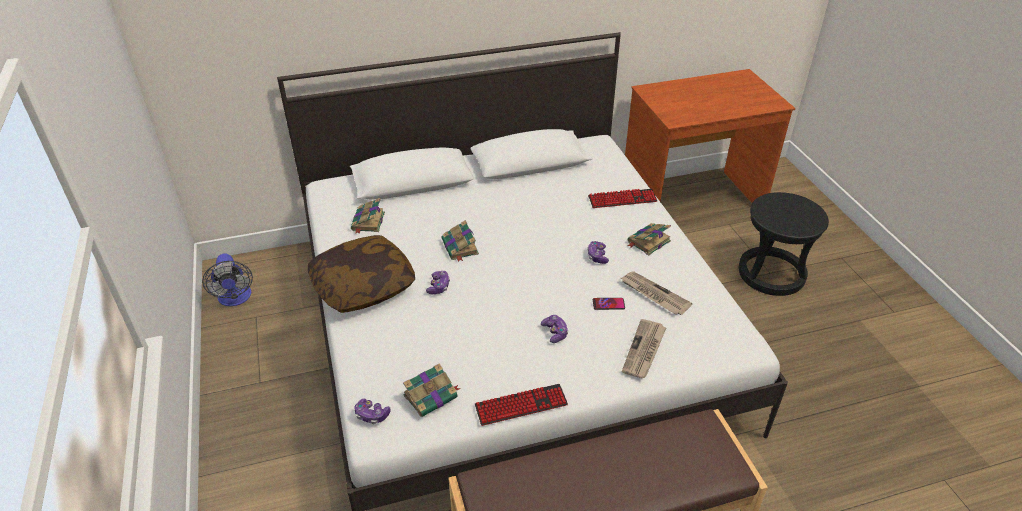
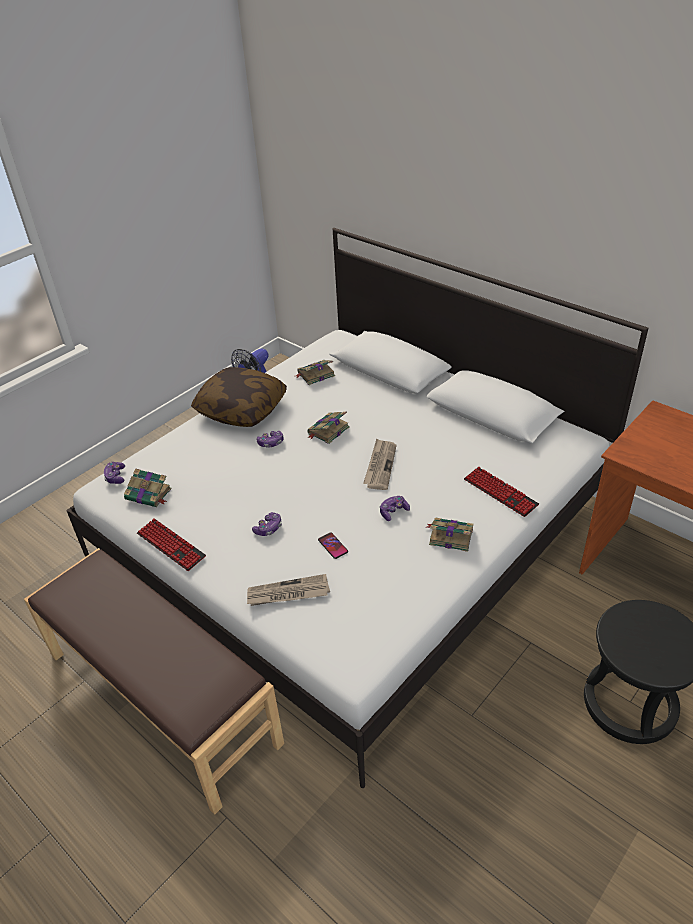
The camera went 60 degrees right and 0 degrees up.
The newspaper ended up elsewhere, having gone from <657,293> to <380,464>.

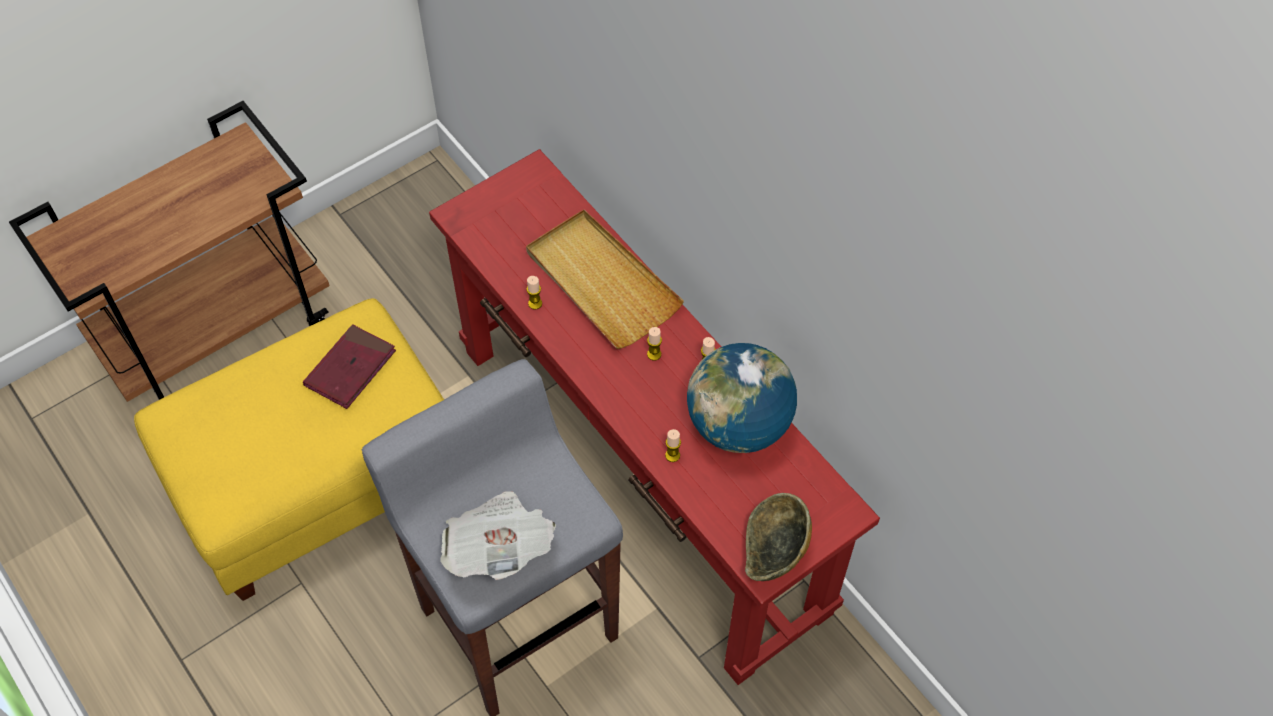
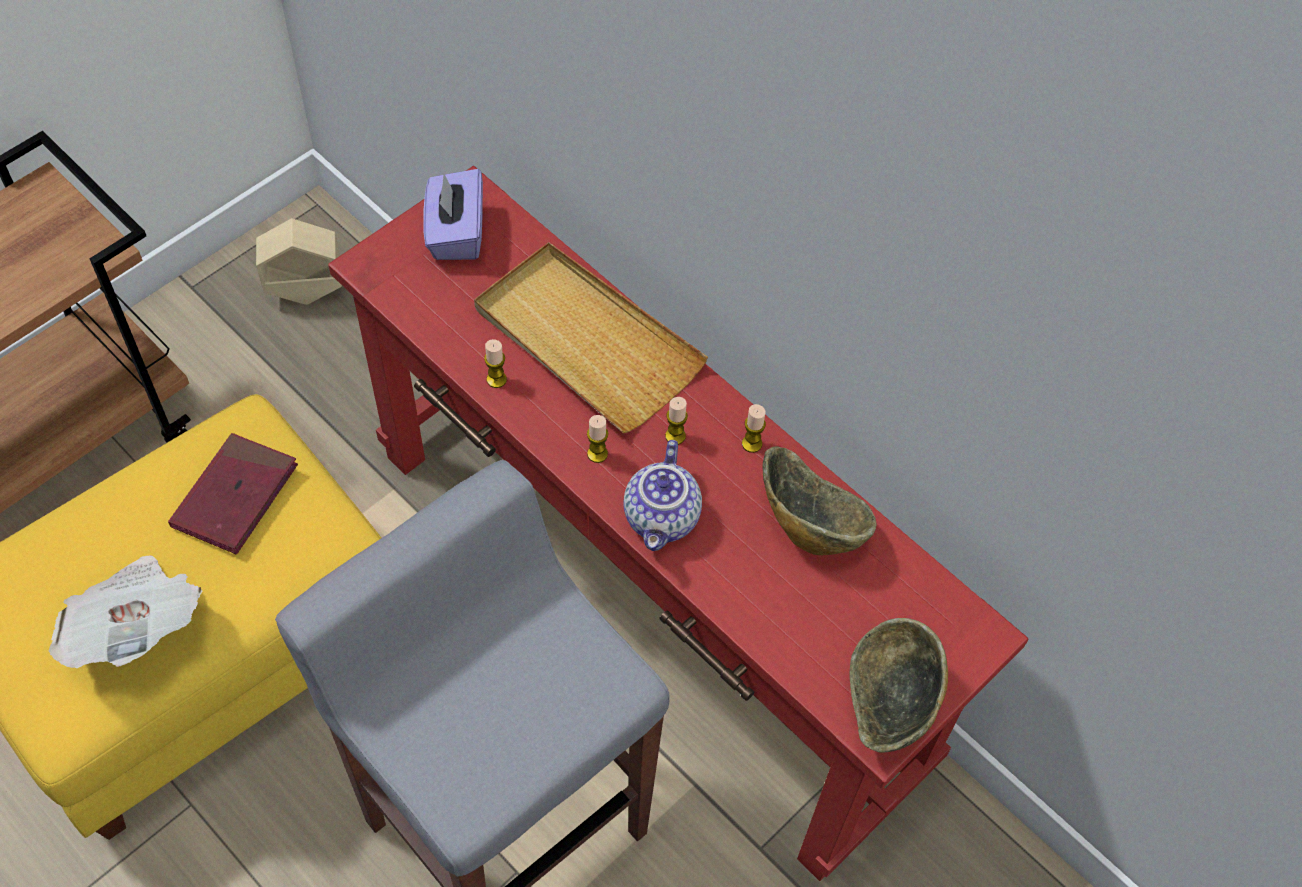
The camera went 10 degrees left and 0 degrees up.
The newspaper ended up elsewhere, having gone from <498,535> to <126,611>.
The candle ended up elsewhere, having gone from <673,445> to <597,439>.
Where the globe stood at <742,398>, the bowl came to stand at <819,501>.
The second view gained the planter (beige) at <299,261>.
The second view gained the tissue box (purple) at <453,214>.
The second view gained the teapot at <663,495>.

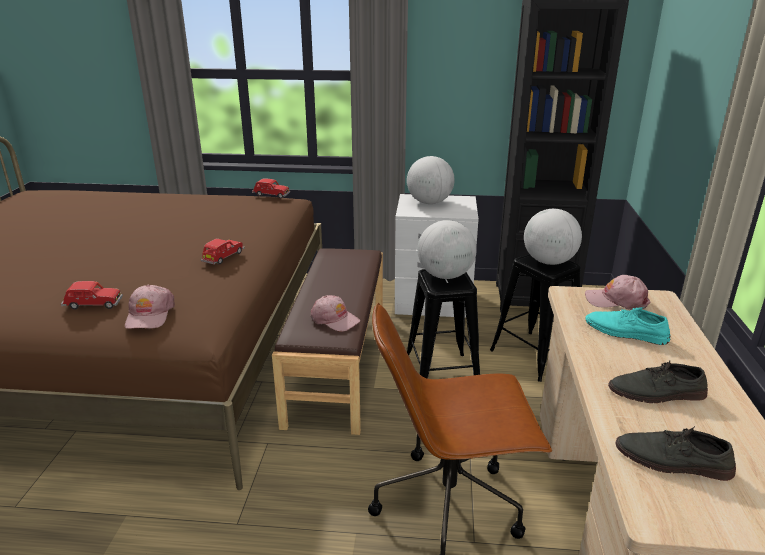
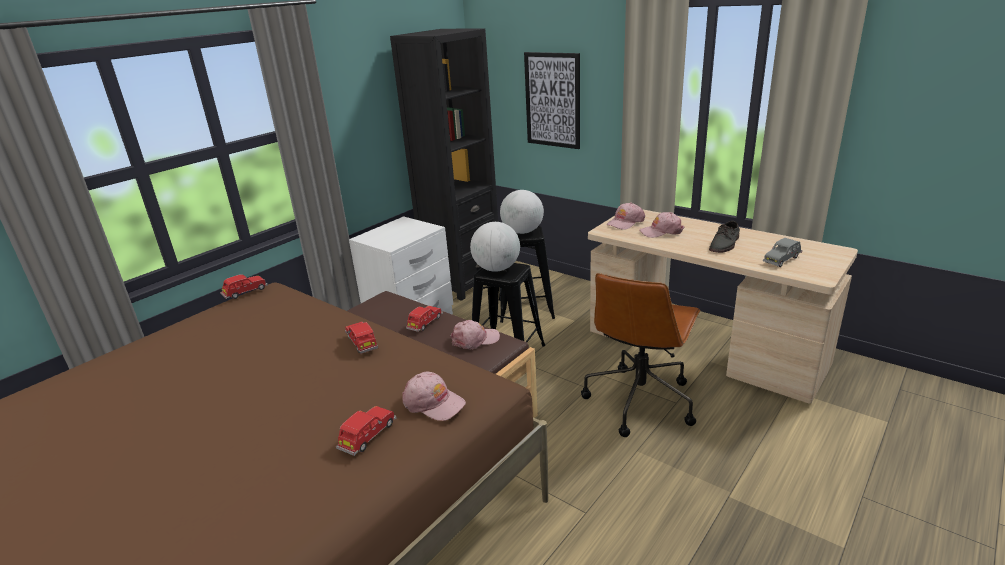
The camera went 55 degrees left and 0 degrees up.
The second view lost the globe at <431,180>.
Where the shoe (turquoise) stood at <627,326>, the cap (pink) came to stand at <662,225>.
Where the shoe (grey) stood at <675,453>, the toy car (grey) came to stand at <782,252>.
The second view gained the toy car (red) at <424,319>.
The second view gained the picture at <552,100>.

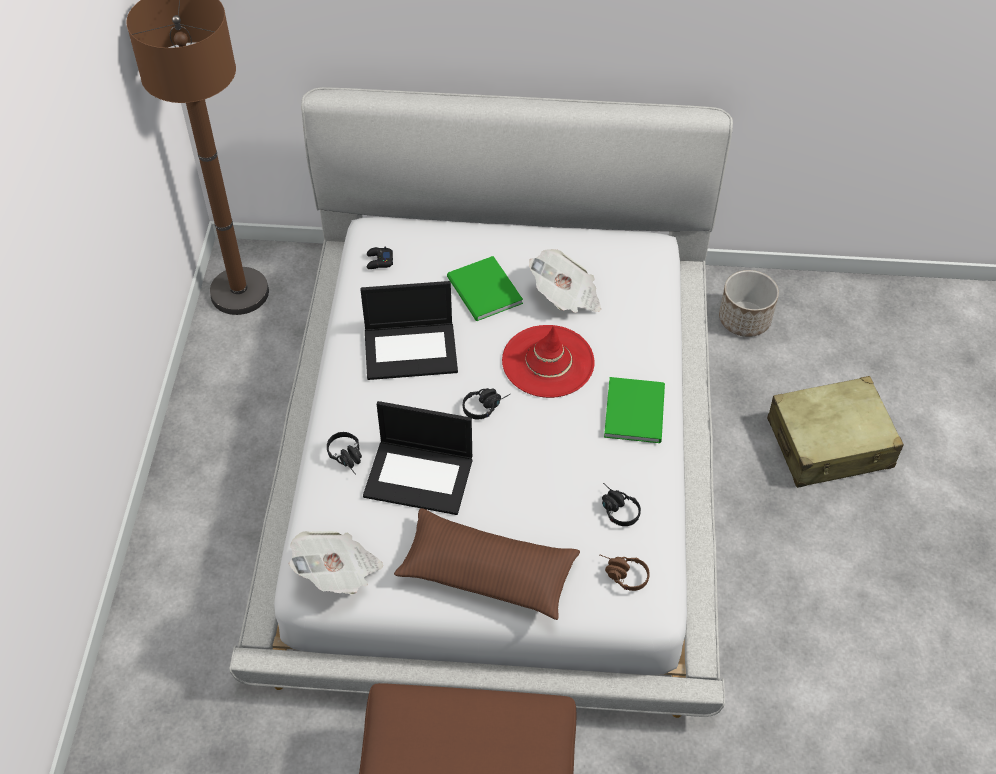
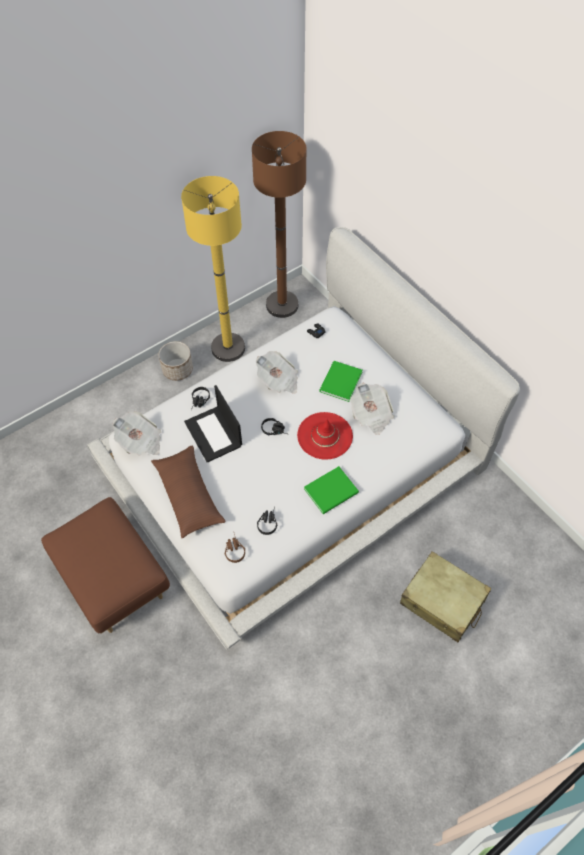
The camera went 50 degrees right and 5 degrees up.
Where the laptop stood at <409,330>, the newspaper came to stand at <277,372>.
The planter ended up elsewhere, having gone from <749,303> to <175,361>.
The second view gained the floor lamp (yellow) at <213,269>.

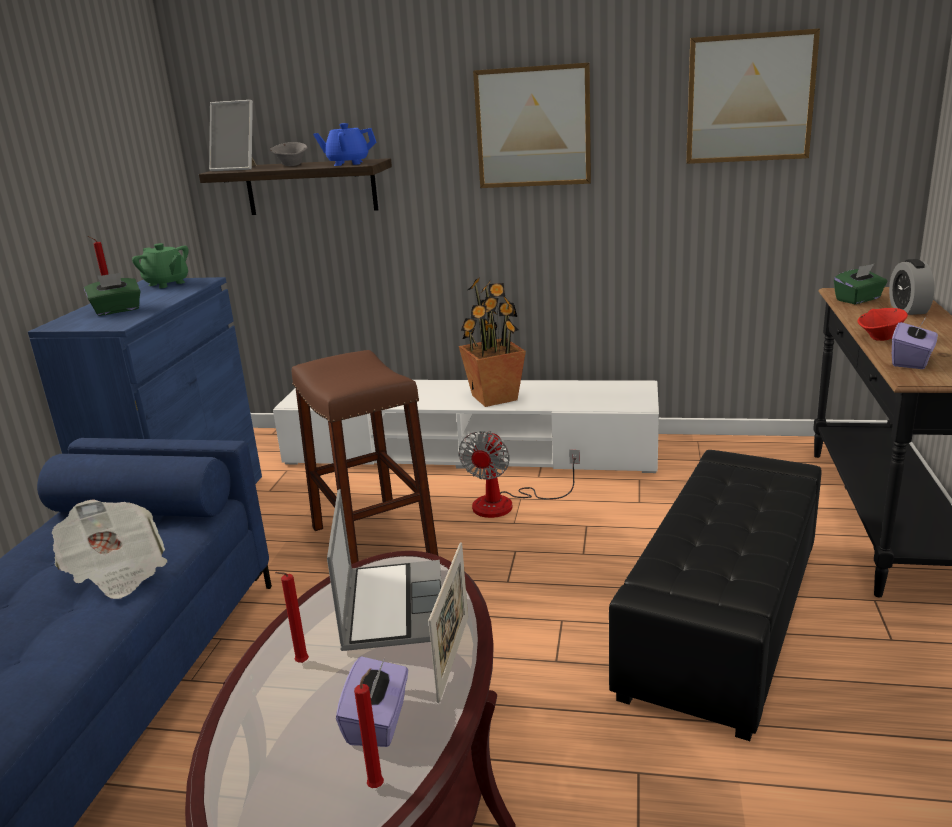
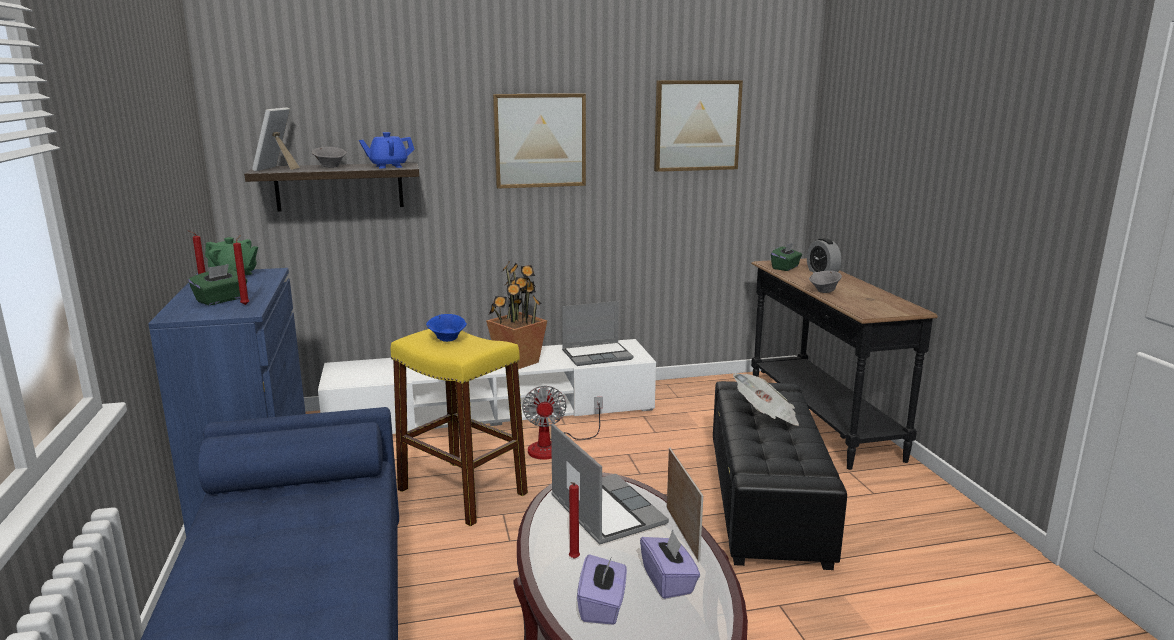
The camera went 25 degrees left and 5 degrees down.
The newspaper ended up elsewhere, having gone from <109,549> to <766,399>.
The picture frame at <233,135> ended up facing another way, 105 degrees clockwise from before.
What was the stool (brown) at <365,457> turned into the stool (yellow) at <459,427>.
The candle (red) ended up elsewhere, having gone from <369,728> to <241,270>.
What was the bowl (red) at <883,324> turned into the bowl (grey) at <825,282>.
The tissue box (purple) ended up elsewhere, having gone from <915,342> to <602,589>.
The second view gained the bowl (blue) at <446,328>.
The second view gained the laptop at <597,333>.

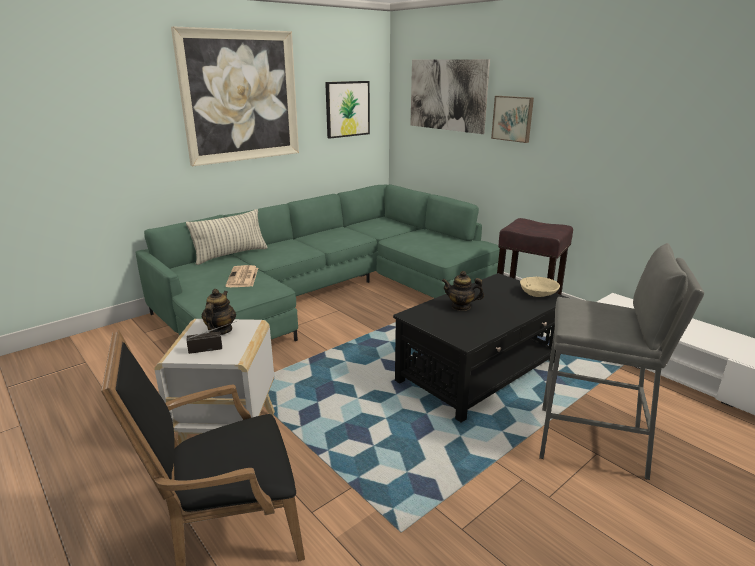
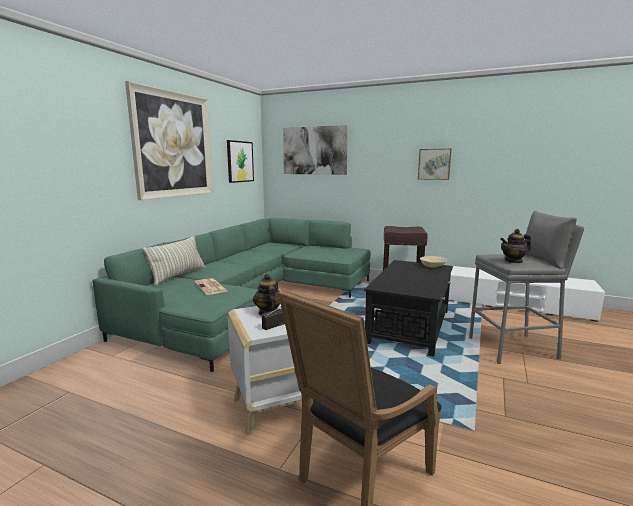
The camera went 25 degrees left and 10 degrees down.
The teapot ended up elsewhere, having gone from <463,291> to <515,246>.
The picture ended up elsewhere, having gone from <512,119> to <434,164>.

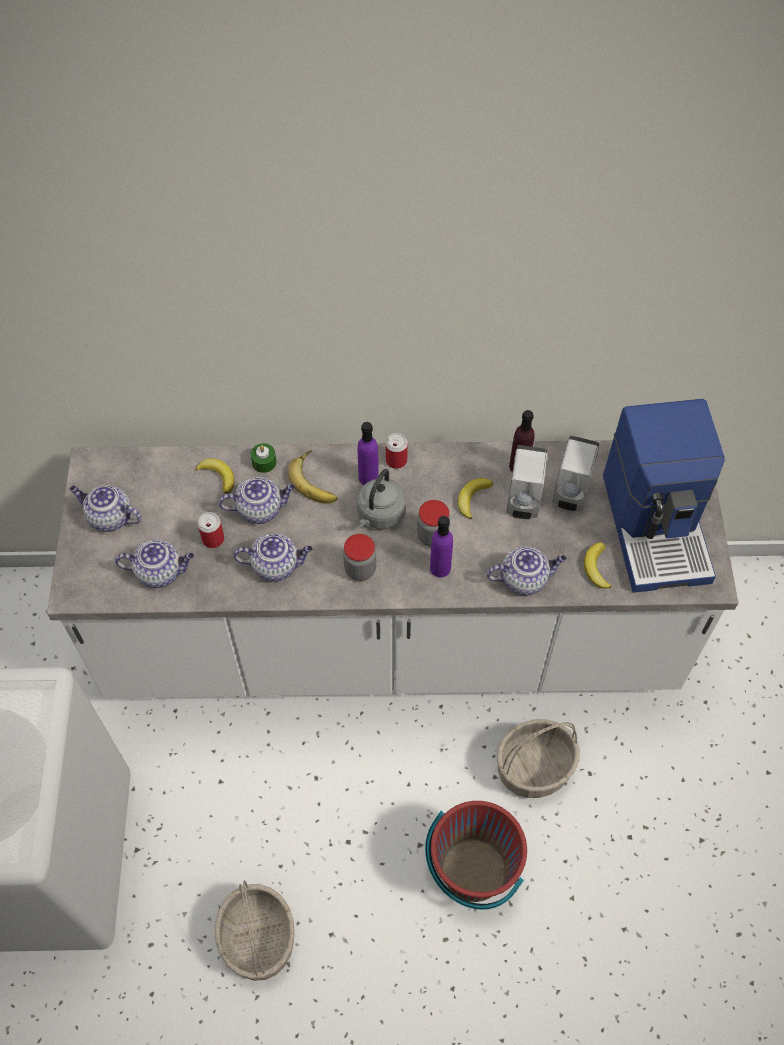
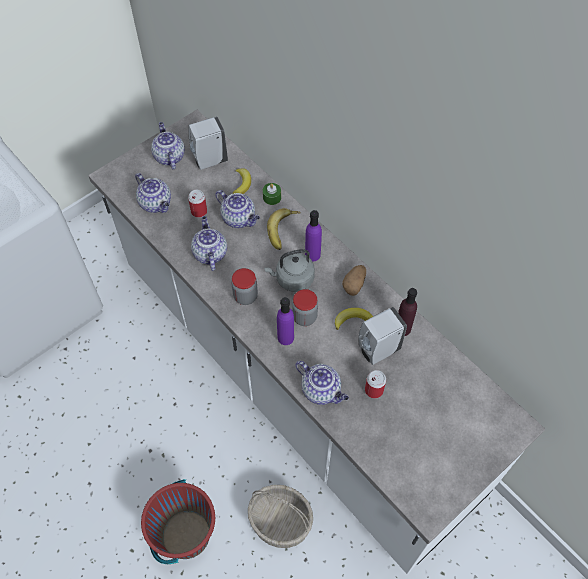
The camera went 50 degrees right and 0 degrees up.
The second view lost the basket at <255,930>.
The teapot at <273,557> ended up facing another way, 150 degrees counterclockwise from before.
The can ended up elsewhere, having gone from <397,451> to <375,384>.
The soap dispenser (white) ended up elsewhere, having gone from <576,473> to <208,143>.
The second view lost the banana at <598,565>.
The second view lost the coffee machine at <664,496>.
The second view gained the potato at <354,280>.

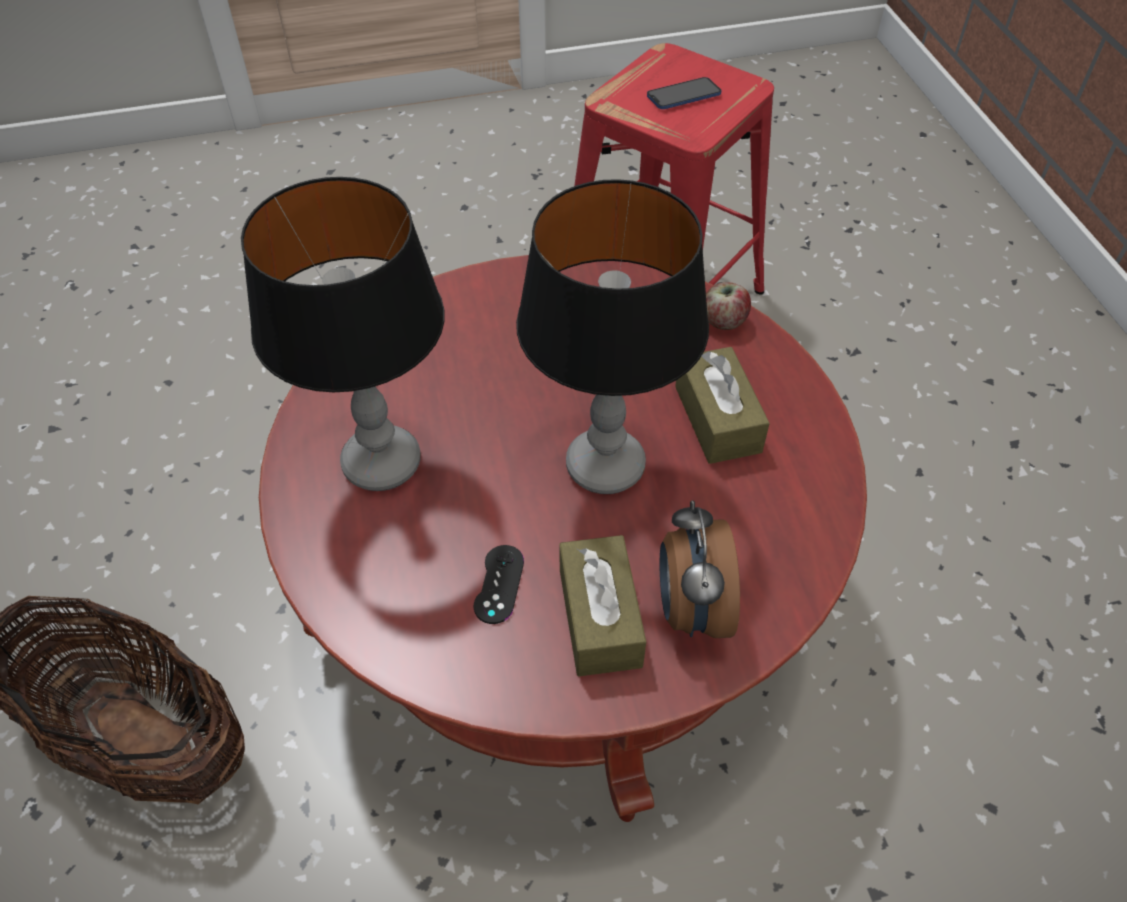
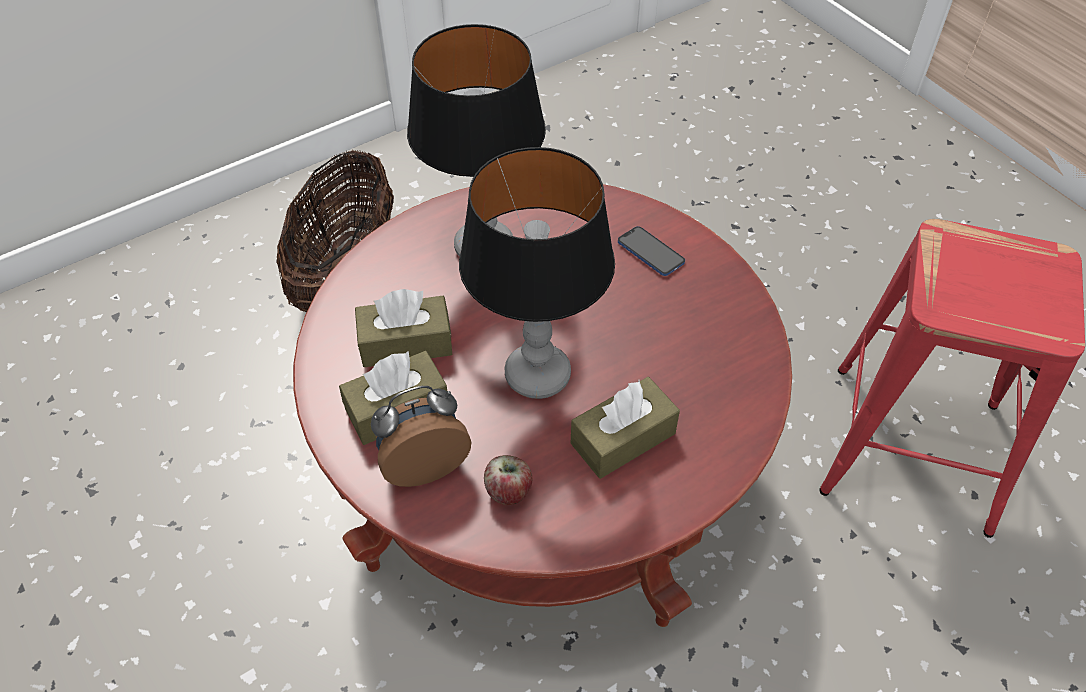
The camera went 70 degrees right and 0 degrees up.
Where the game controller (black) stood at <499,584>, the tissue box (brown) came to stand at <403,328>.
The phone ended up elsewhere, having gone from <684,93> to <651,251>.
The apple ended up elsewhere, having gone from <728,306> to <508,480>.

